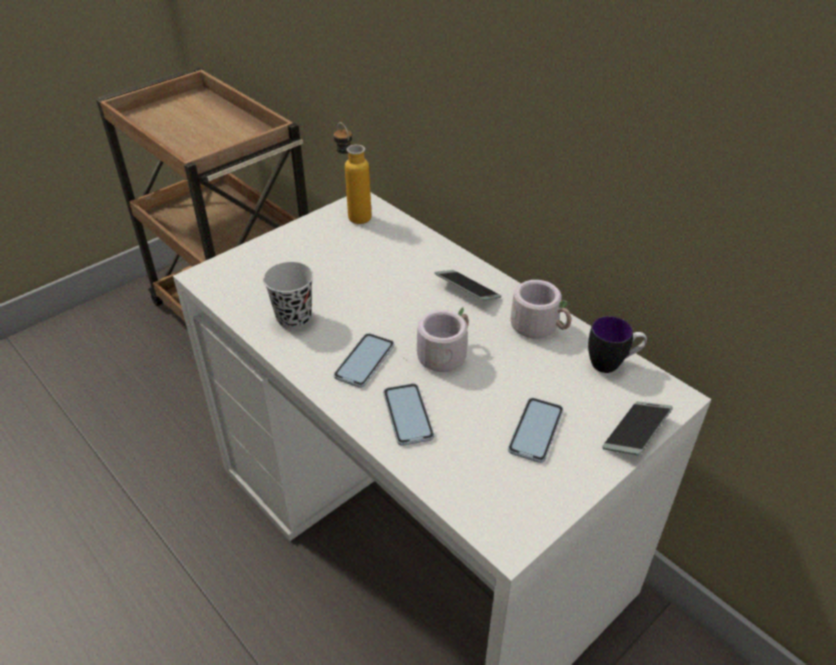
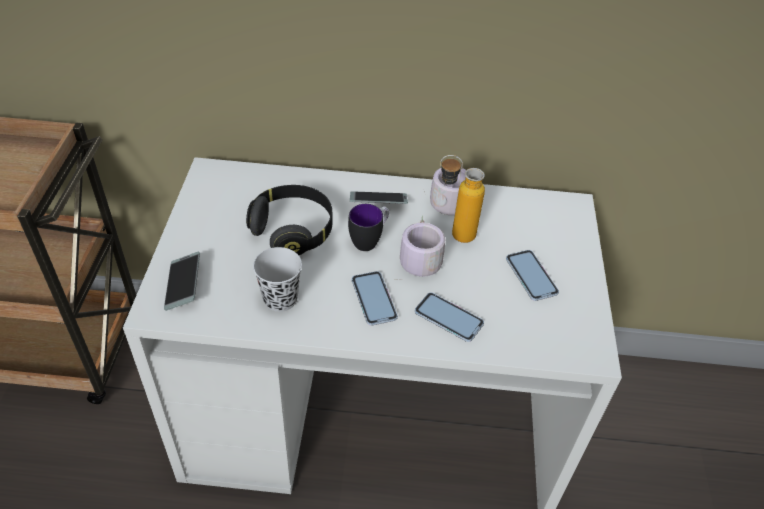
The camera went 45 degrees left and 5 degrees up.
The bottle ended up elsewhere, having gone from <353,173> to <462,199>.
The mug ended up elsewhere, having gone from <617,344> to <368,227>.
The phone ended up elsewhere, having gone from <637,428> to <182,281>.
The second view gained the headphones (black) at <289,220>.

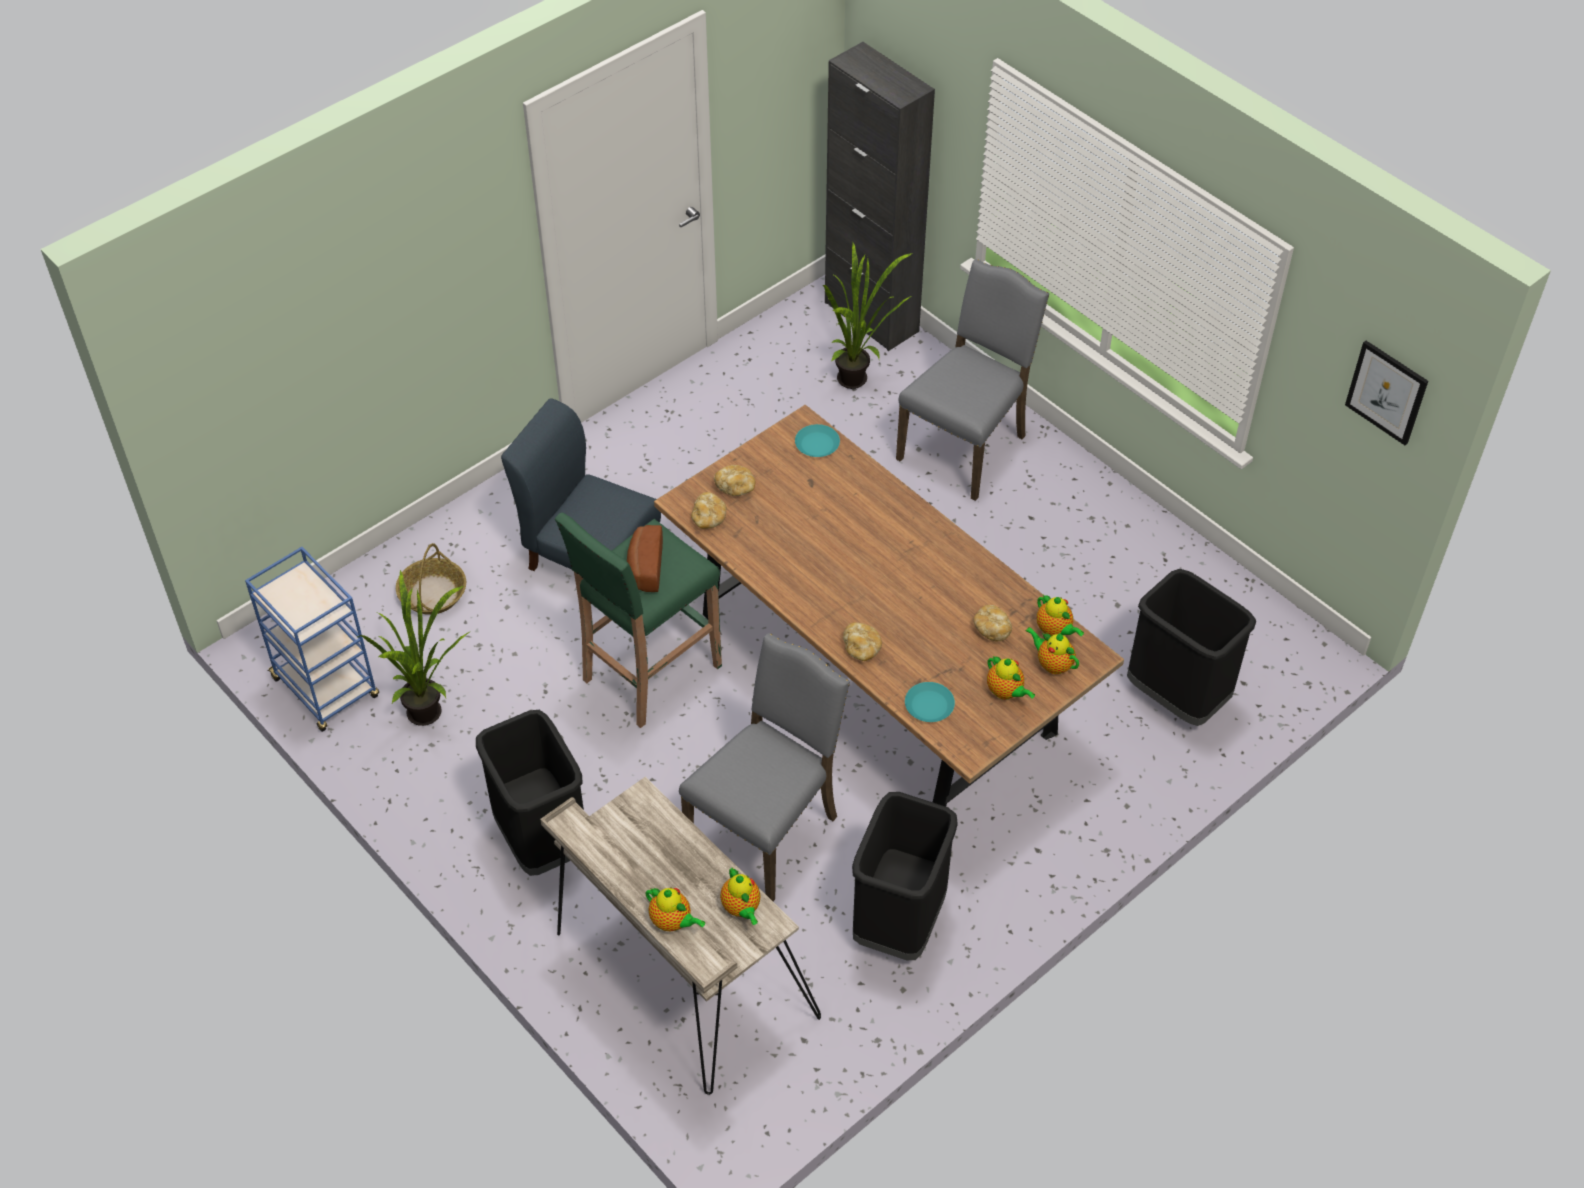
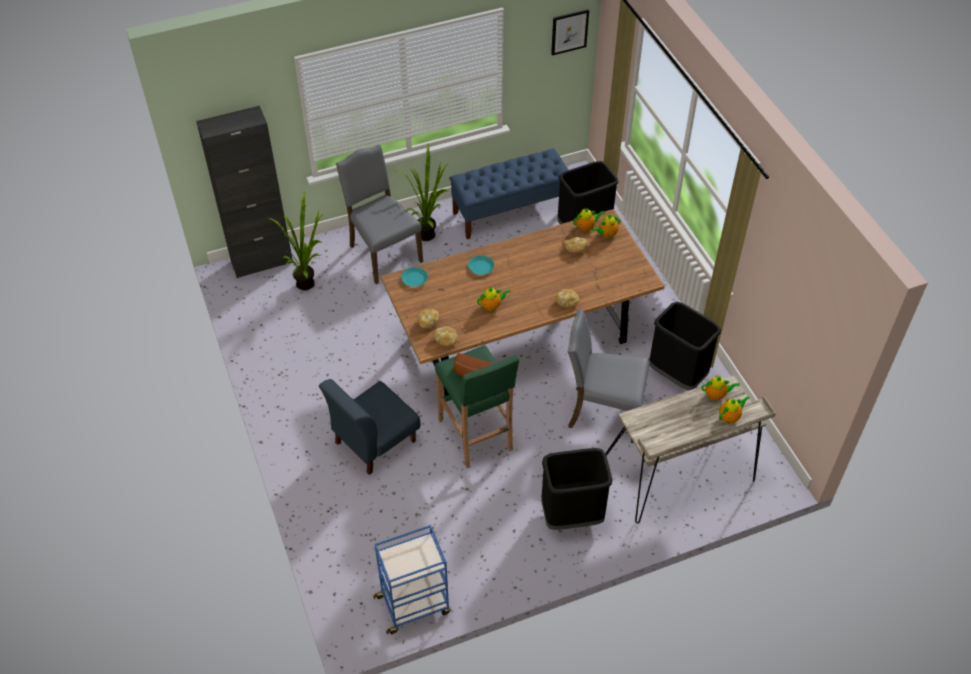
The camera went 70 degrees left and 0 degrees up.
The potted plant ended up elsewhere, having gone from <413,647> to <422,192>.
The second view lost the basket at <431,579>.
The chair (grey) at <764,767> ended up facing another way, 45 degrees counterclockwise from before.
The plate (turquoise) ended up elsewhere, having gone from <930,702> to <481,265>.
The teapot ended up elsewhere, having gone from <1011,678> to <494,299>.
The second view gained the bench (blue) at <509,194>.

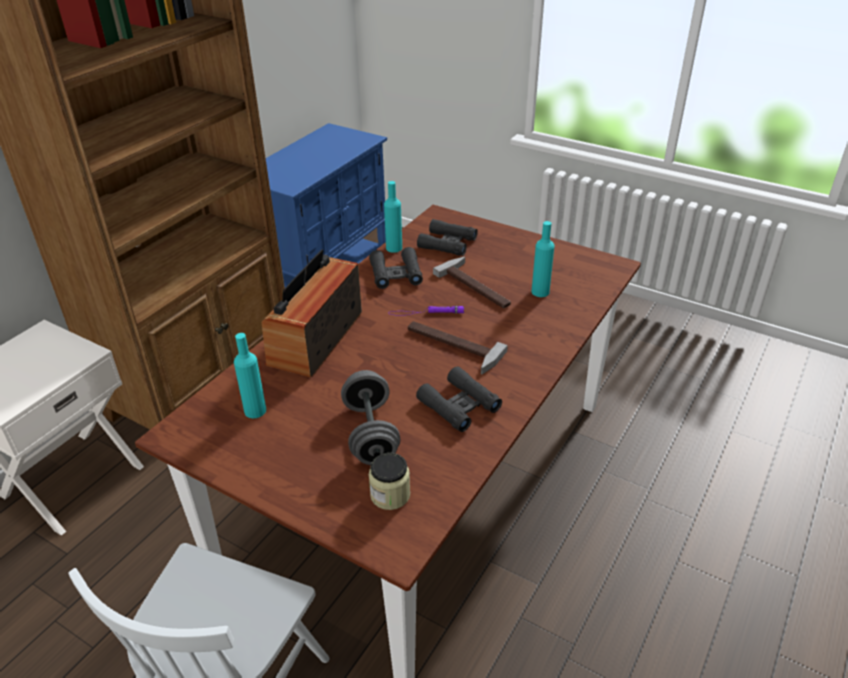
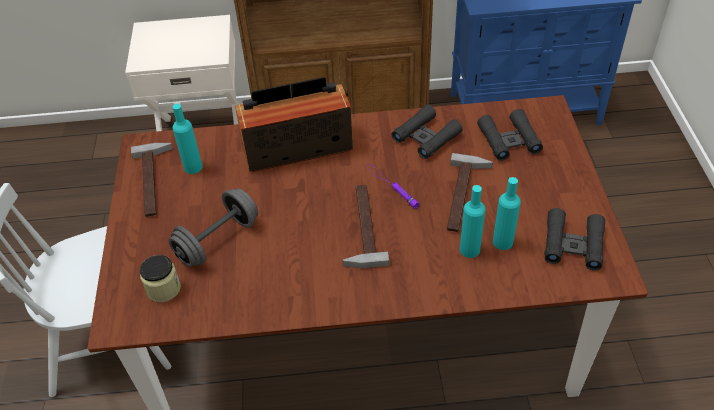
The camera went 55 degrees right and 10 degrees up.
The bottle (turquoise) ended up elsewhere, having gone from <393,217> to <473,221>.
The binoculars (black) ended up elsewhere, having gone from <459,399> to <574,239>.
The second view gained the hammer at <152,180>.

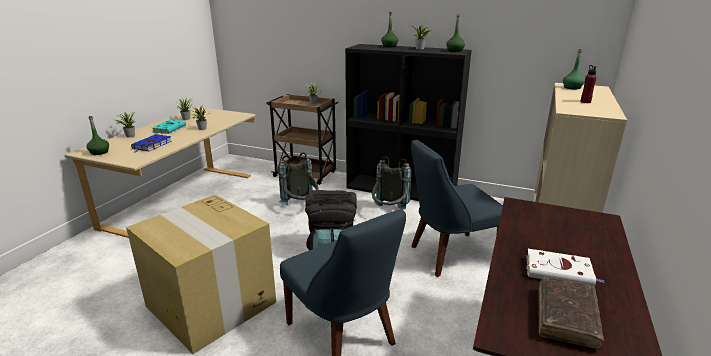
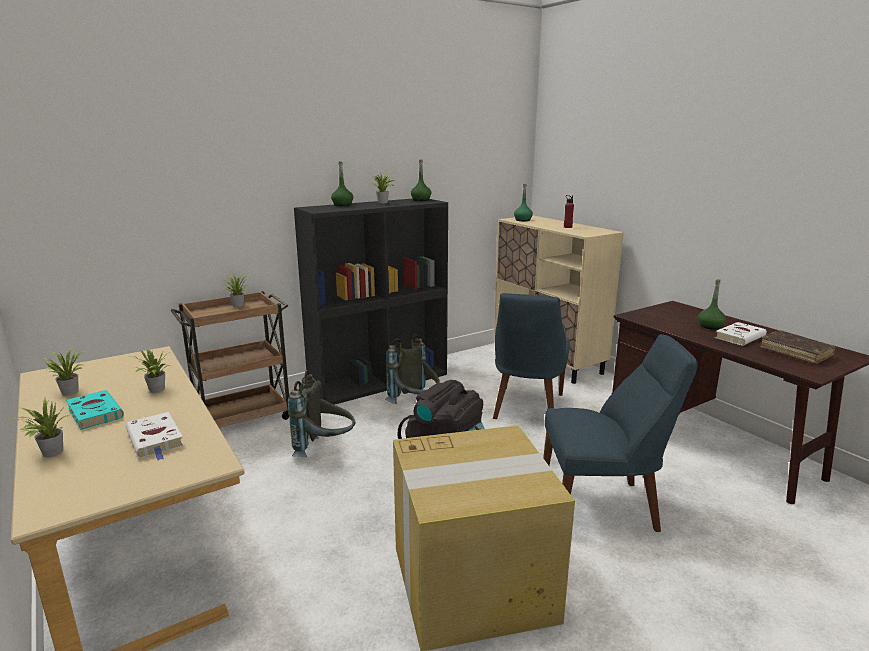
The camera went 55 degrees left and 5 degrees down.
The bottle (green) ended up elsewhere, having gone from <97,135> to <712,304>.
What was the book (blue) at <151,143> turned into the book (white) at <155,436>.

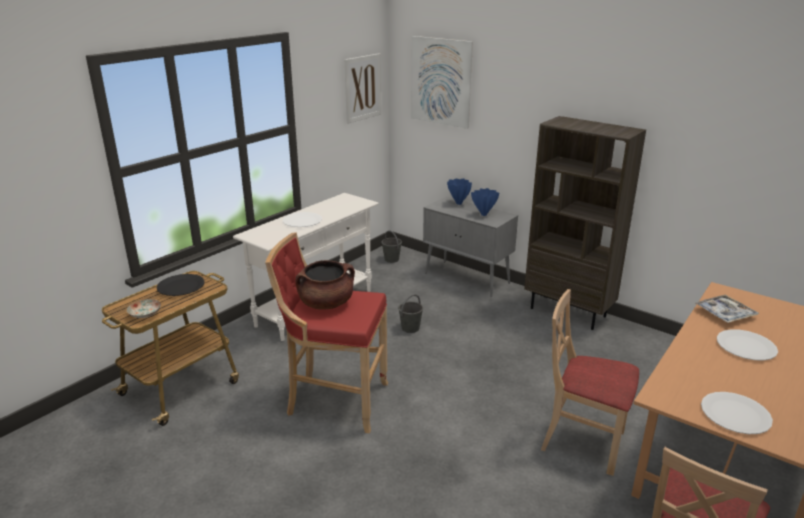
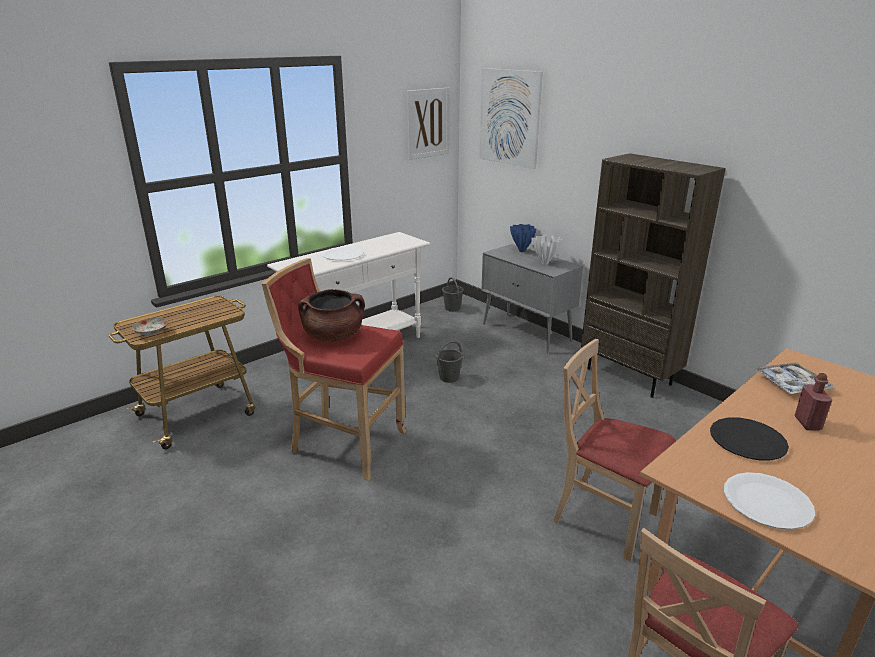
The camera went 10 degrees right and 0 degrees up.
The plate (black) ended up elsewhere, having gone from <181,285> to <749,439>.
What was the vase (blue) at <485,202> turned into the vase (white) at <547,250>.
Where the plate (white) stood at <747,345>, the bottle (red) came to stand at <813,402>.

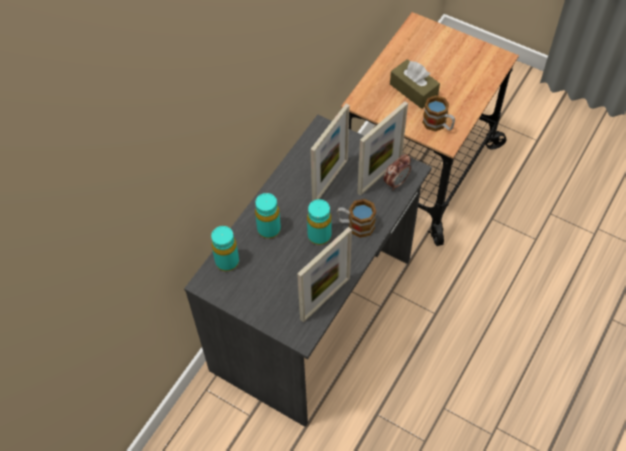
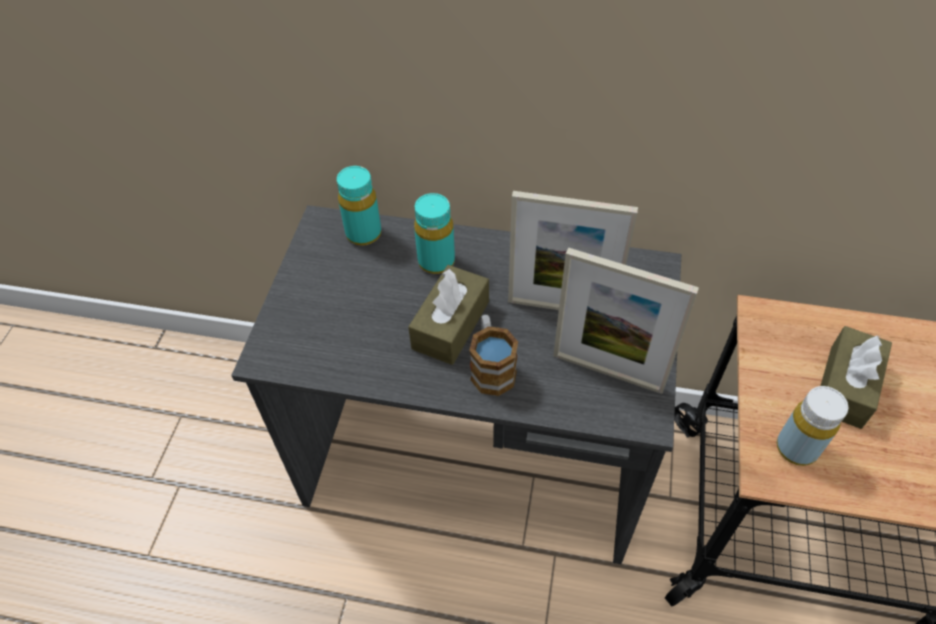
The camera went 70 degrees right and 5 degrees down.
The second view lost the picture frame at <324,274>.
Where the bottle (turquoise) stood at <319,222>, the tissue box (brown) came to stand at <448,315>.
The second view lost the alarm clock at <397,172>.
Where the mug stood at <438,113>, the bottle (yellow) came to stand at <812,426>.

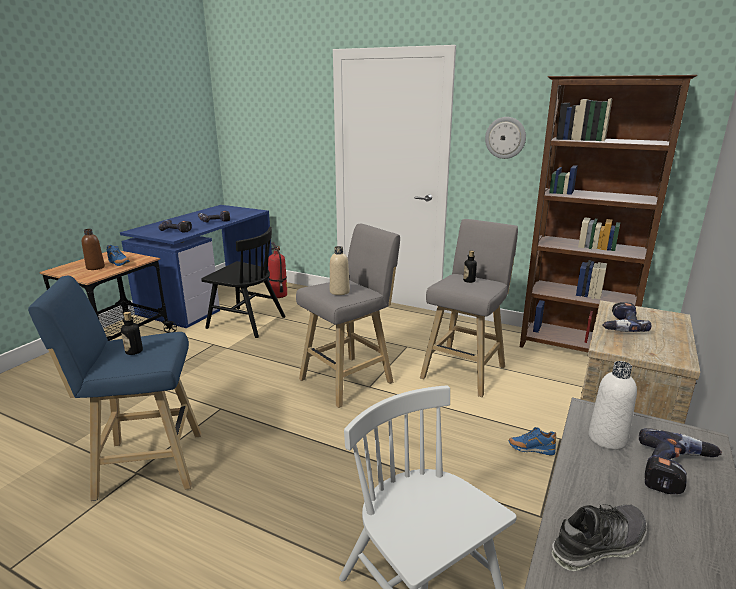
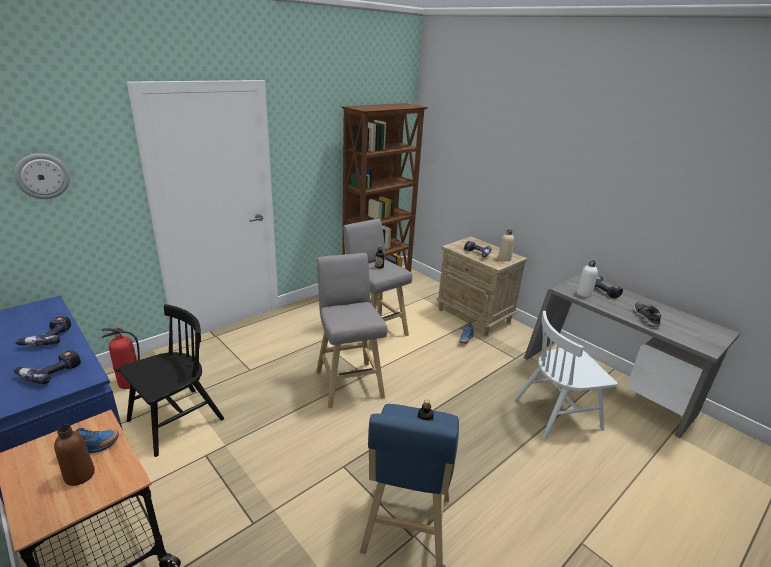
The camera went 70 degrees left and 5 degrees up.
The bottle (beige) ended up elsewhere, having gone from <340,270> to <506,245>.
The wall clock ended up elsewhere, having gone from <505,138> to <42,176>.

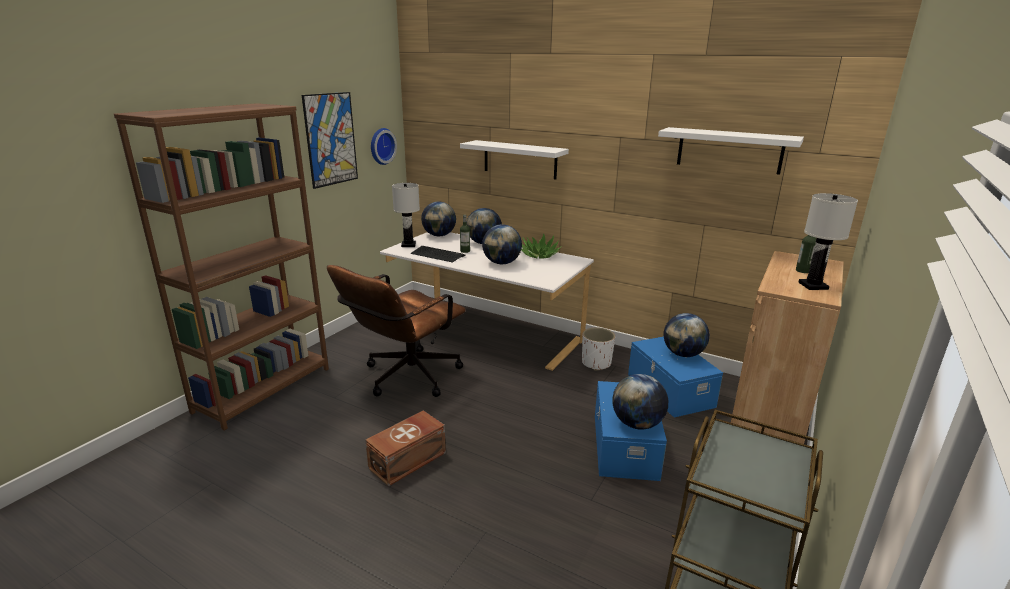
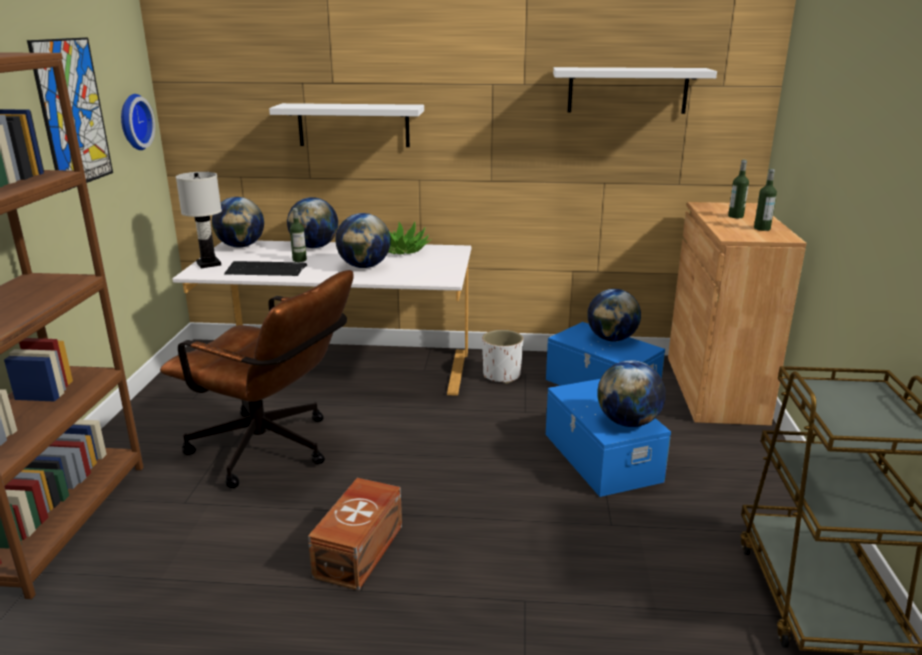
The camera went 25 degrees left and 0 degrees up.
The office chair (brown) at <396,331> ended up facing another way, 75 degrees counterclockwise from before.
Where the table lamp (white) stood at <828,241>, the bottle came to stand at <765,200>.

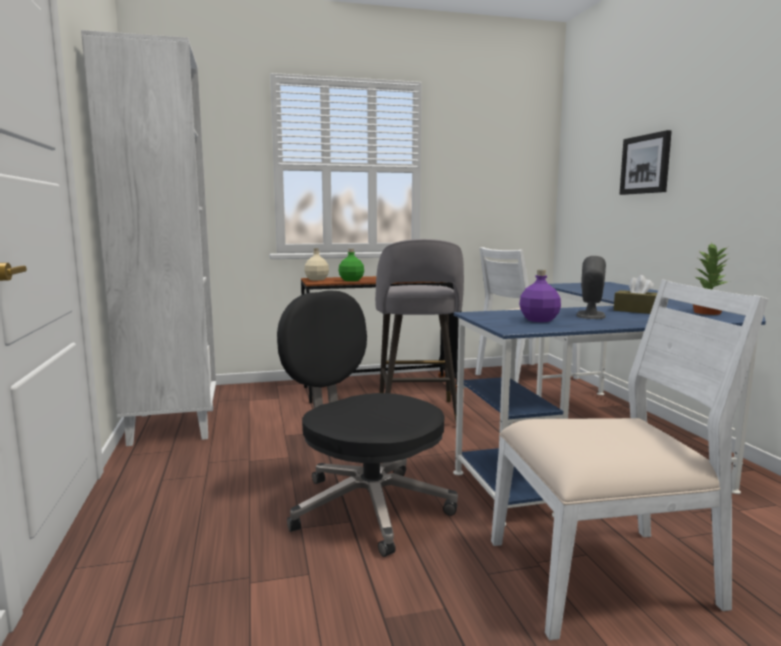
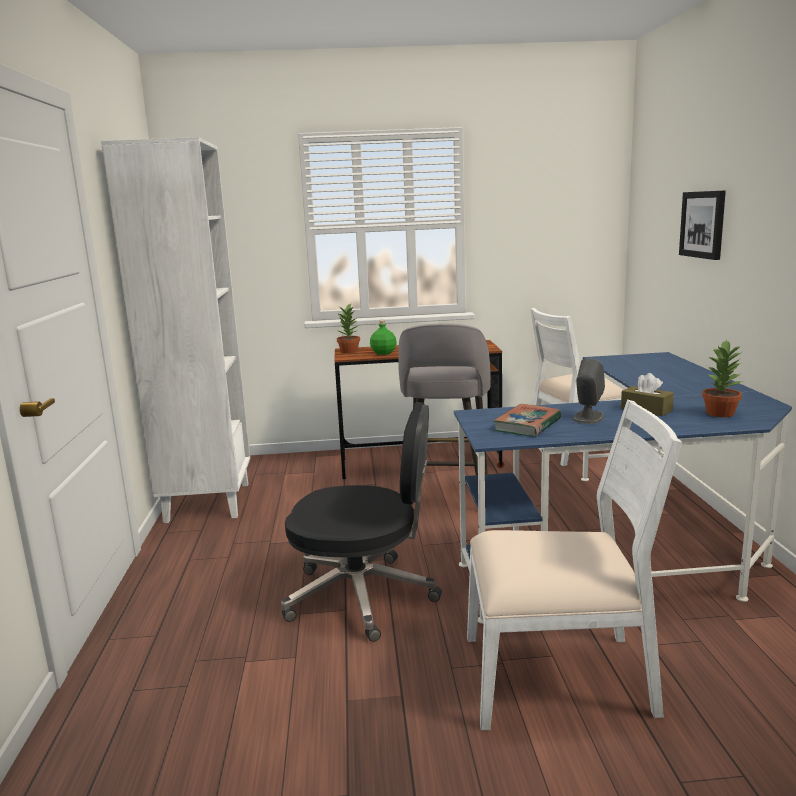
The camera went 10 degrees right and 5 degrees up.
The office chair (black) at <367,424> ended up facing another way, 135 degrees clockwise from before.
Where the bottle (beige) stood at <317,264>, the potted plant came to stand at <348,329>.
Where the bottle (purple) stood at <540,296>, the book came to stand at <527,420>.

